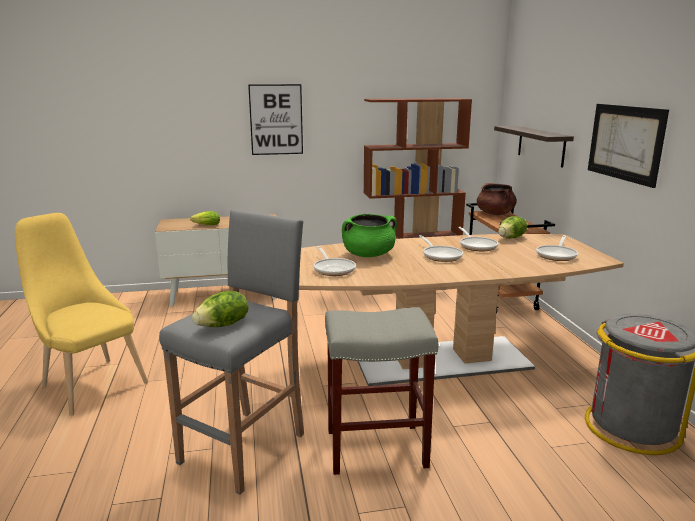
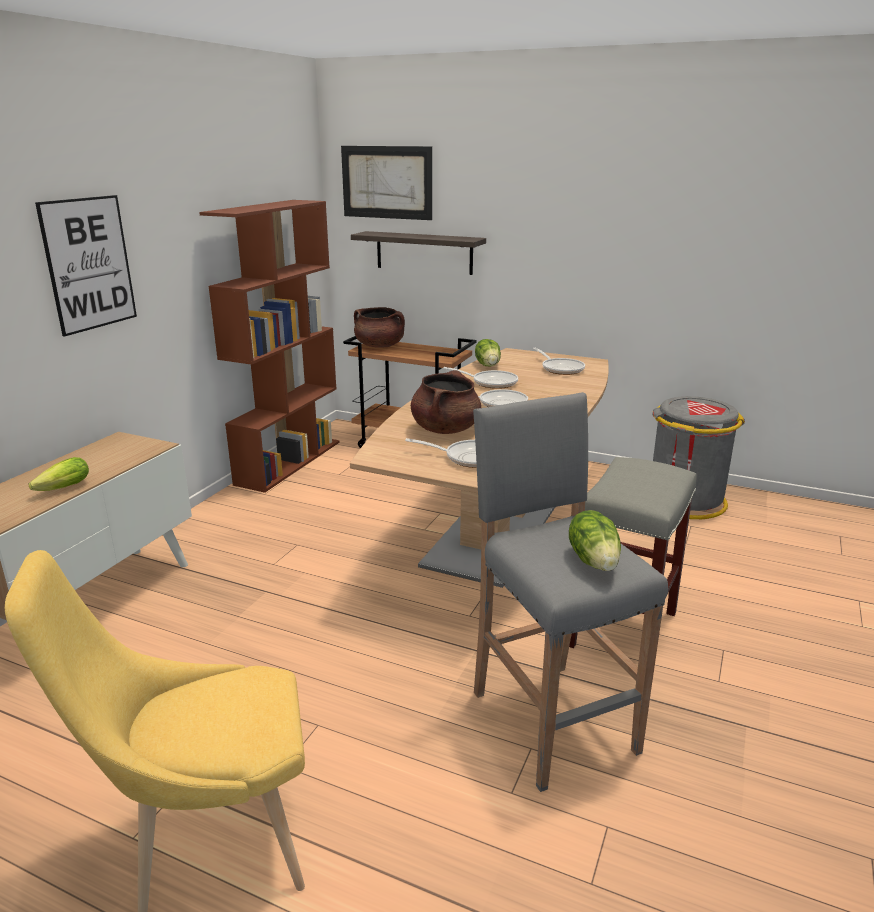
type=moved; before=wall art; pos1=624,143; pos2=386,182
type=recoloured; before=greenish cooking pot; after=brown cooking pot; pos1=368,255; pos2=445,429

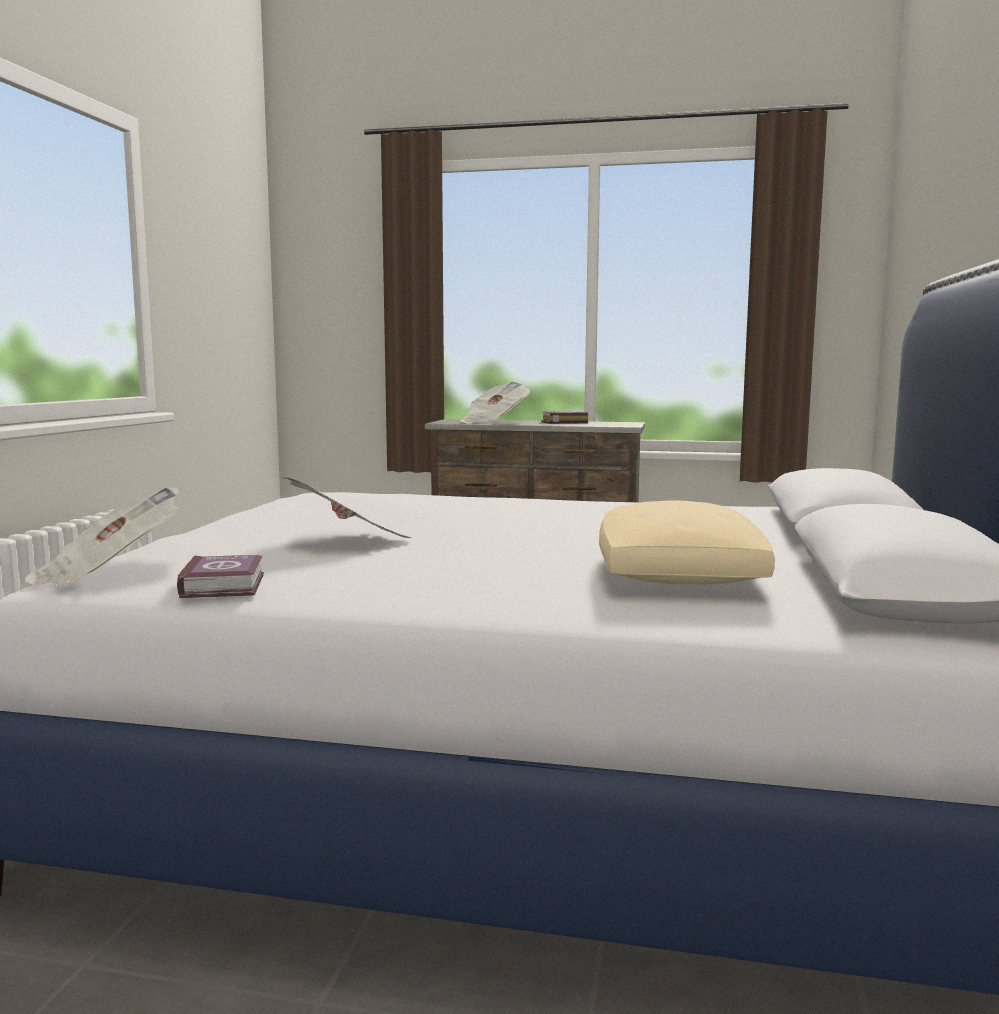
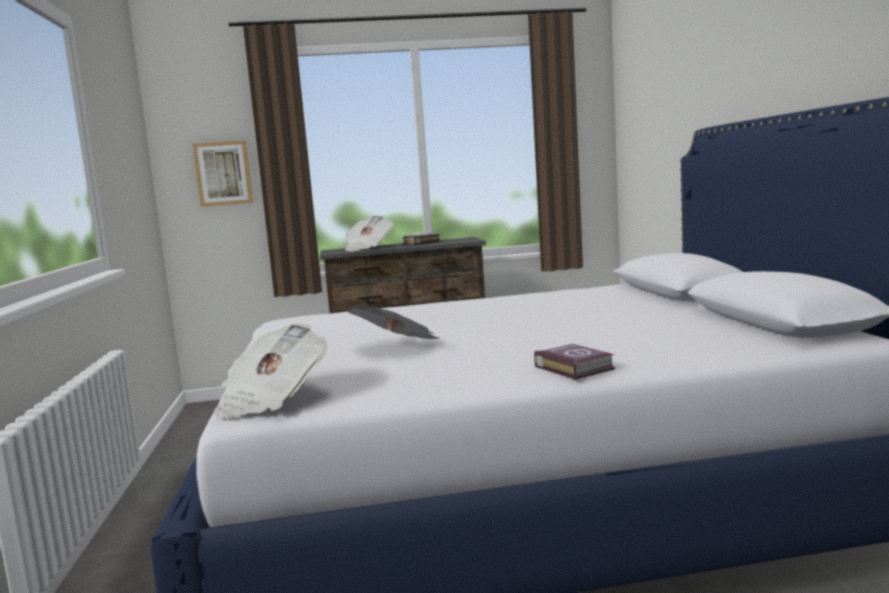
type=added; after=wall art; pos2=223,173
type=moved; before=bound book; pos1=225,585; pos2=574,367
type=removed; before=beige-coloured cushion; pos1=679,574

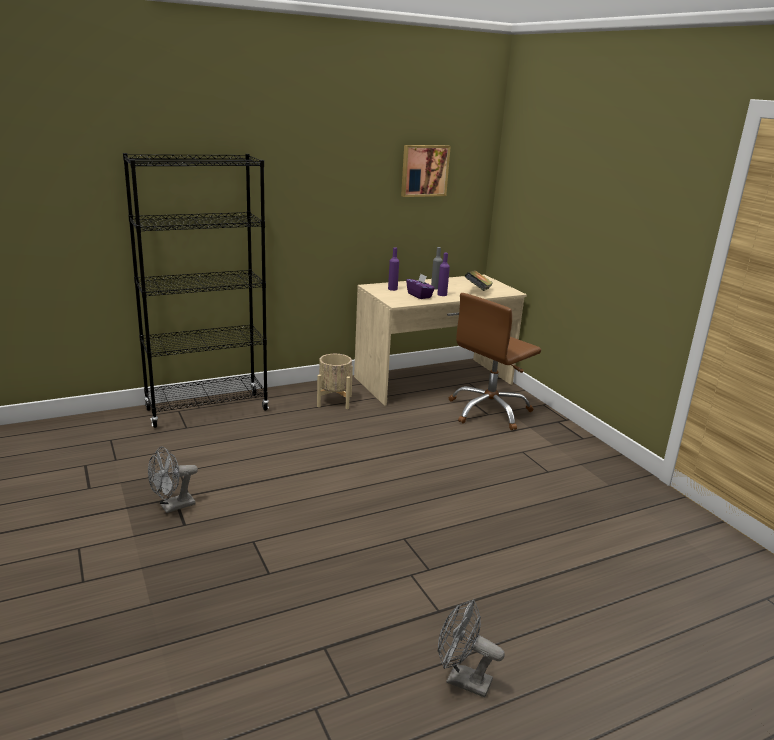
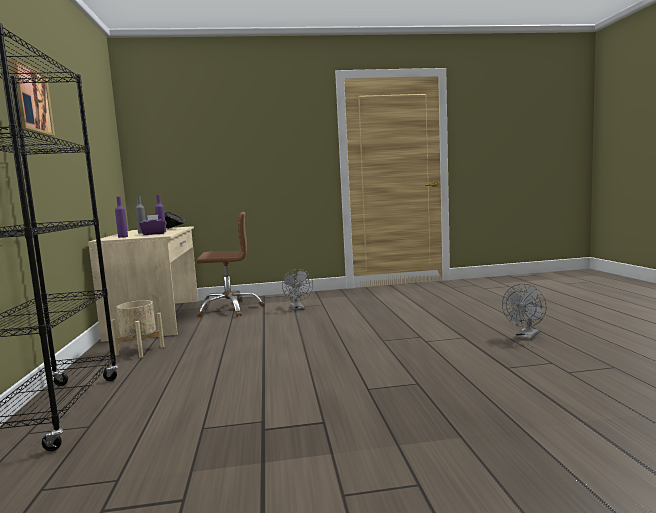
type=moved; before=wall art; pos1=424,170; pos2=28,100
type=turned; before=brown office chair; pos1=489,411; pos2=229,309; turn=-75
type=moved; before=greyish fan; pos1=172,507; pos2=298,308

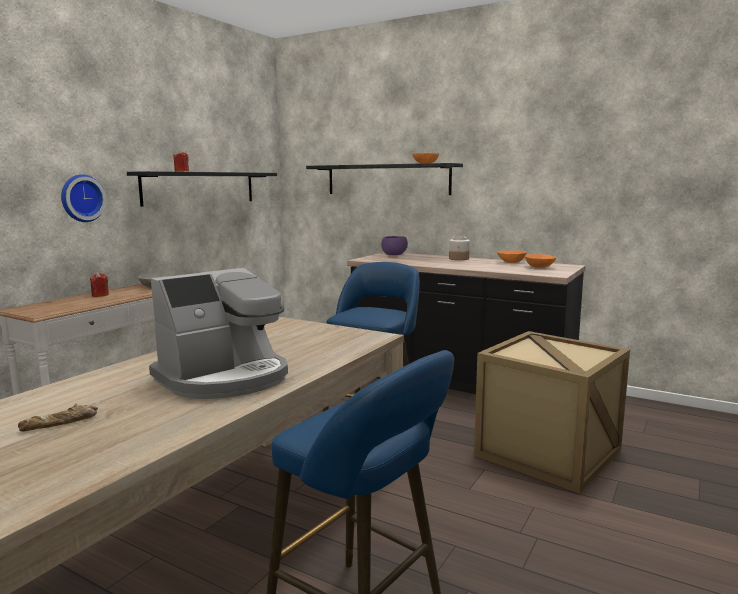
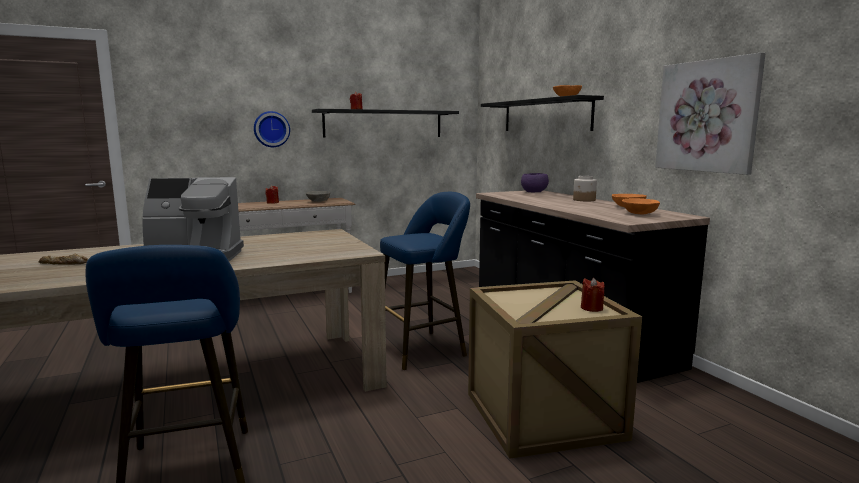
type=added; after=red-coloured wax candle; pos2=591,308
type=added; after=wall art; pos2=707,116

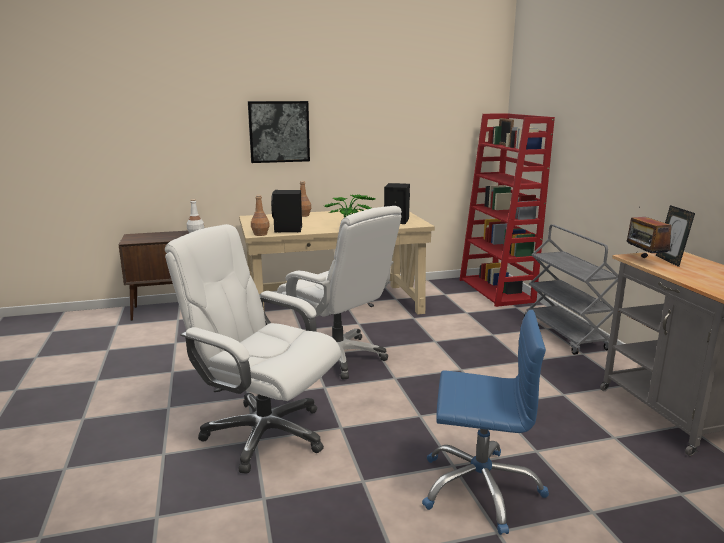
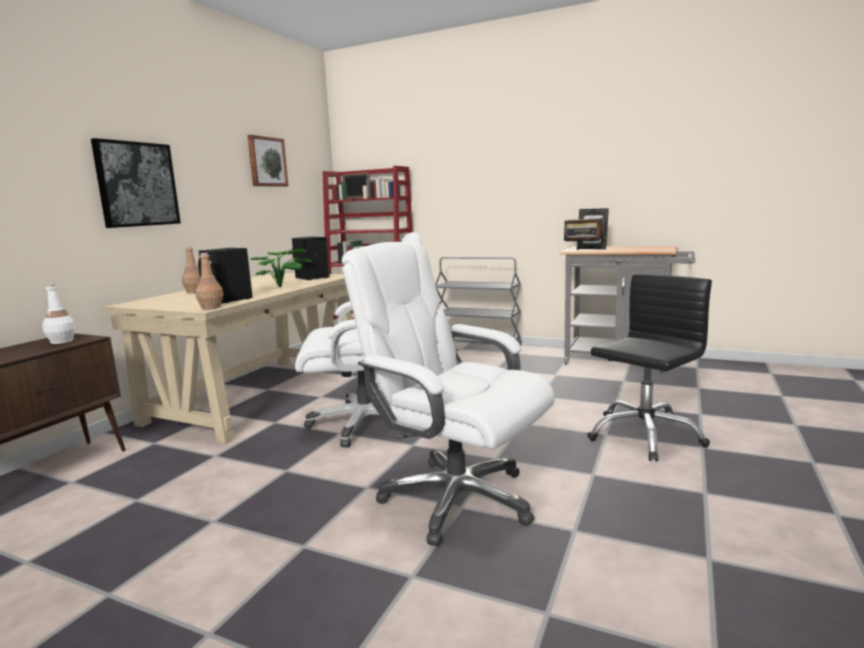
type=added; after=wall art; pos2=267,162
type=turned; before=white office chair; pos1=264,434; pos2=455,498; turn=60
type=recoloured; before=bluish office chair; after=black-coloured office chair; pos1=480,487; pos2=644,435

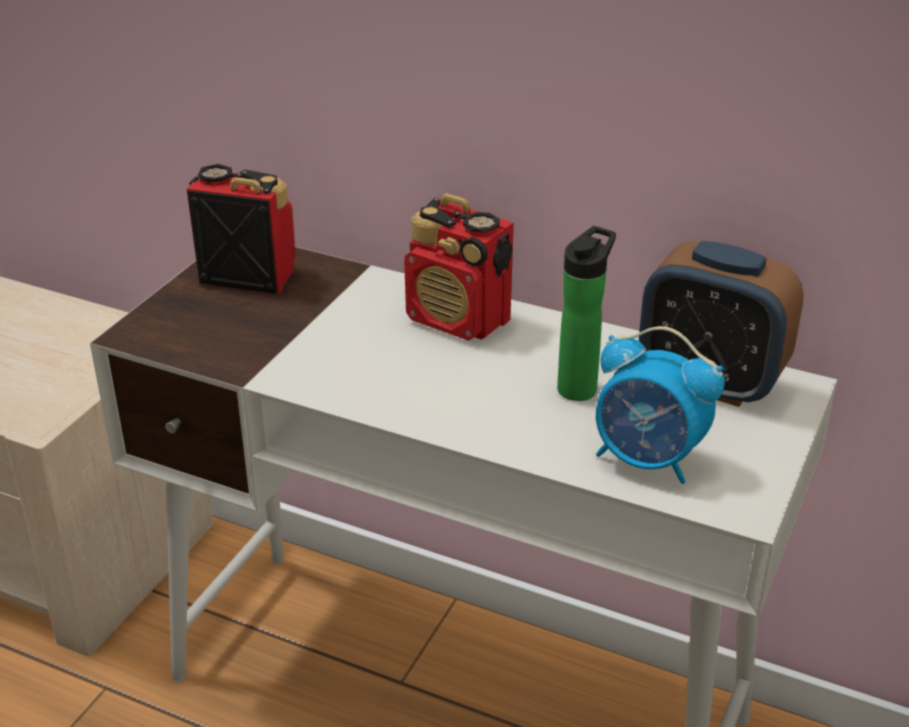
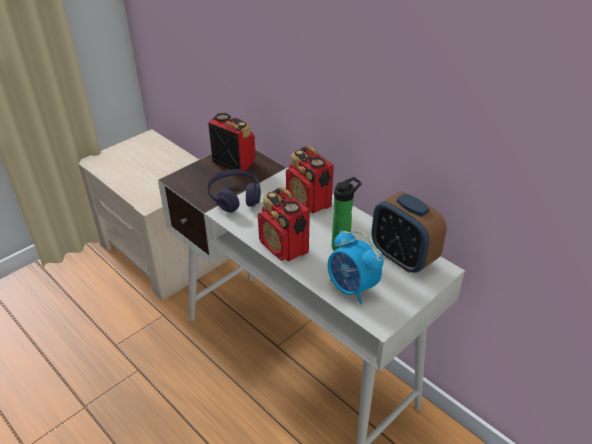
type=added; after=purple headphones; pos2=235,197
type=added; after=radio receiver; pos2=284,247

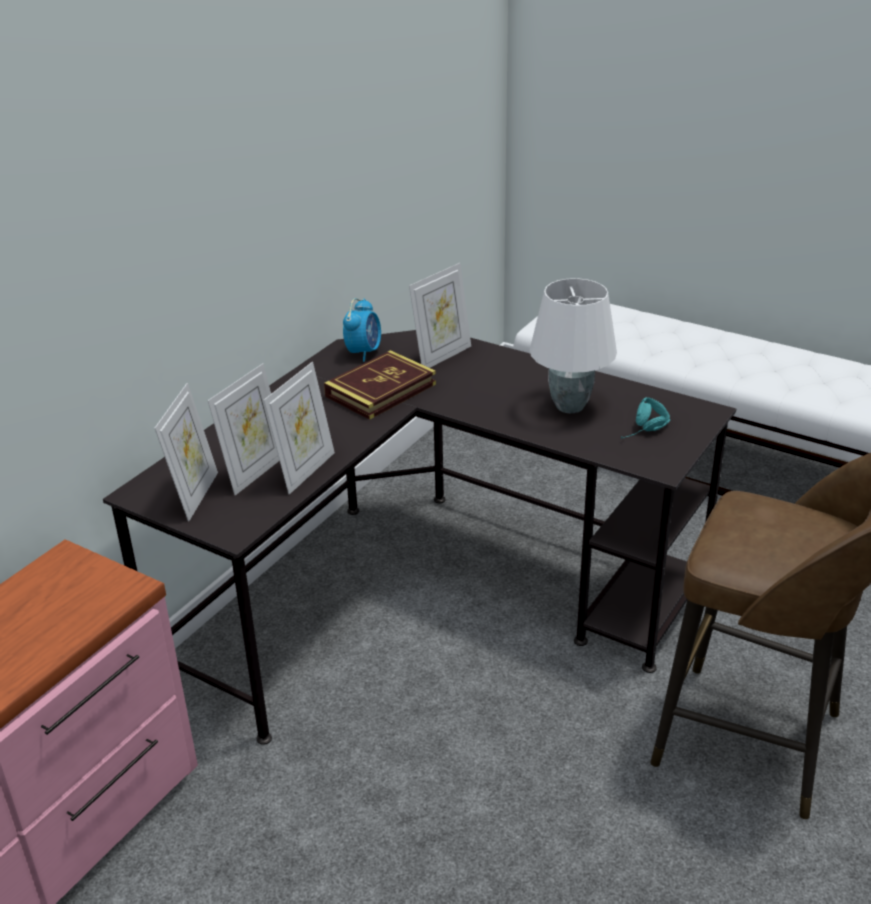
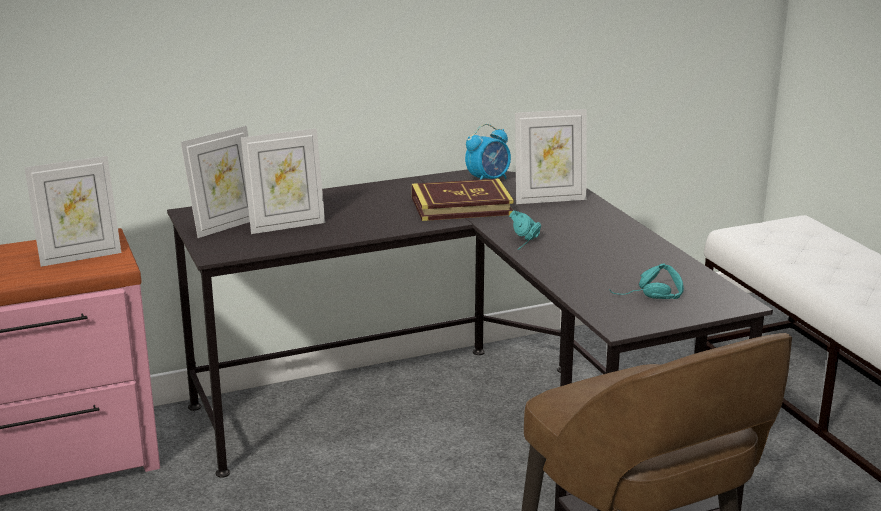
type=moved; before=standing frame; pos1=305,471; pos2=80,256
type=added; after=blue-green headphones; pos2=528,242
type=removed; before=white tabletop lamp; pos1=570,407

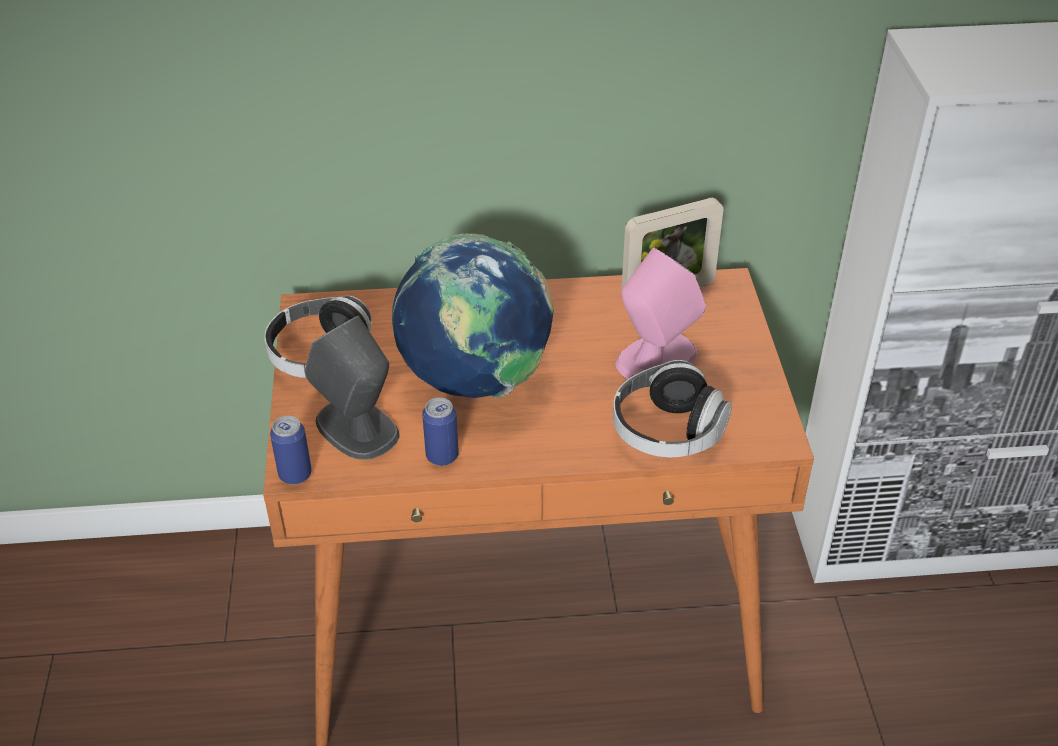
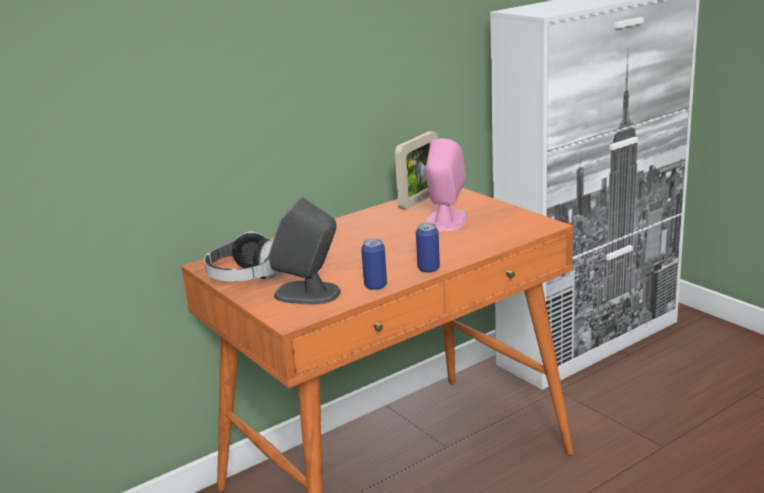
type=moved; before=can; pos1=295,474; pos2=428,269
type=removed; before=globe; pos1=476,380
type=removed; before=headphones; pos1=667,431

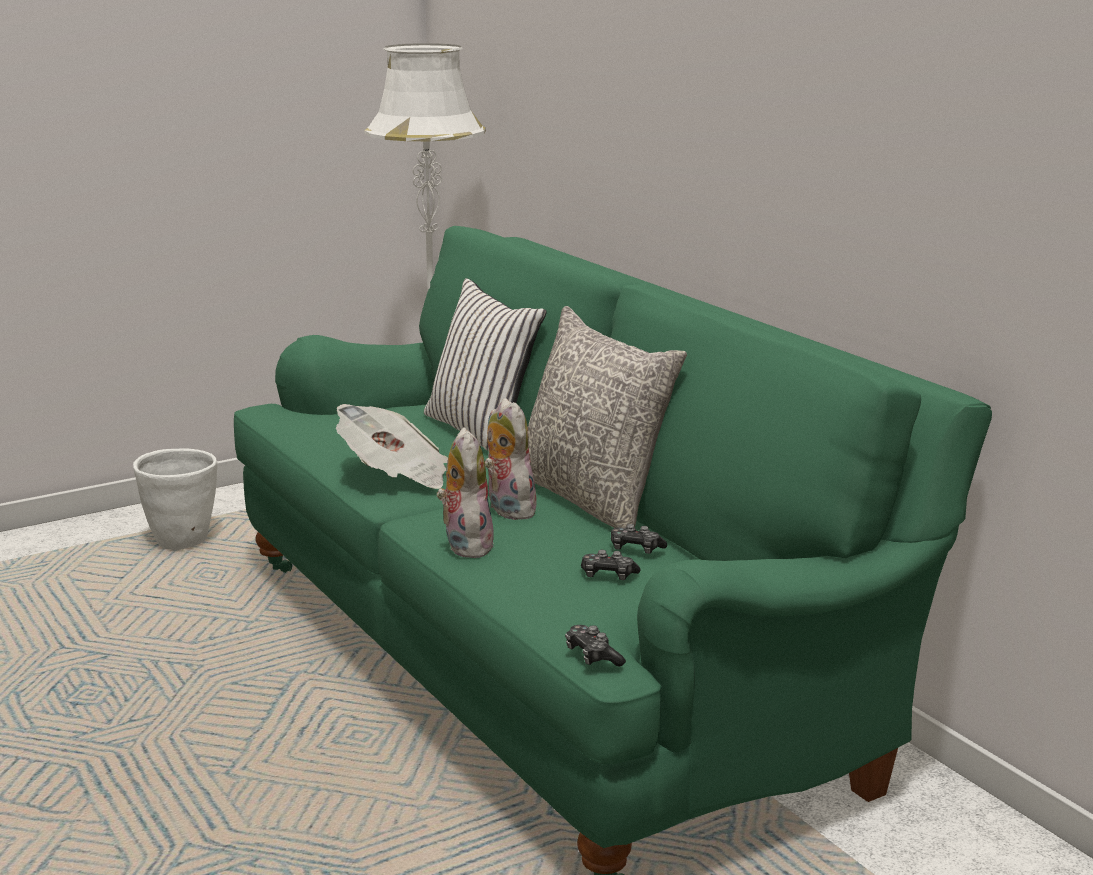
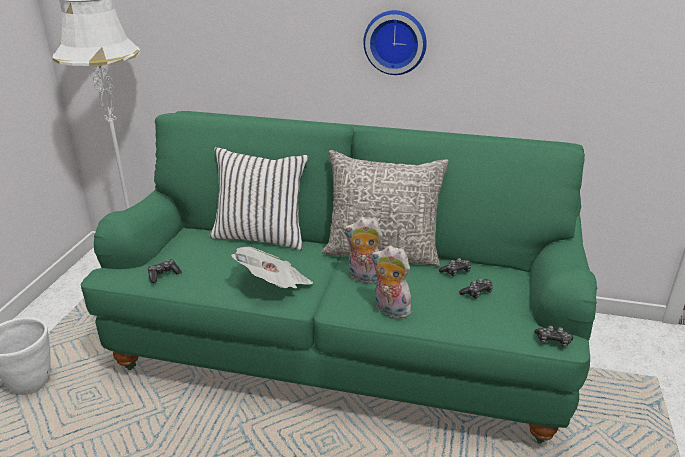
type=added; after=gamepad; pos2=163,274
type=added; after=clock on the wall; pos2=395,42

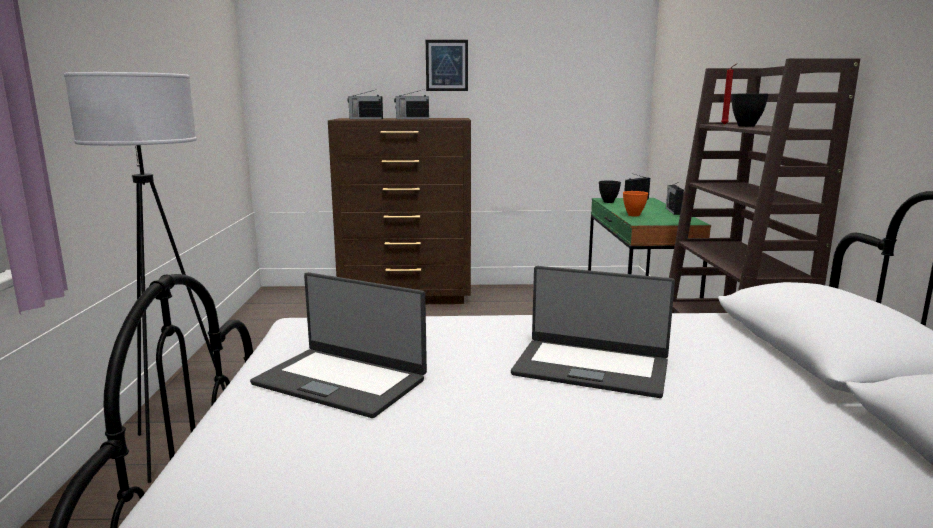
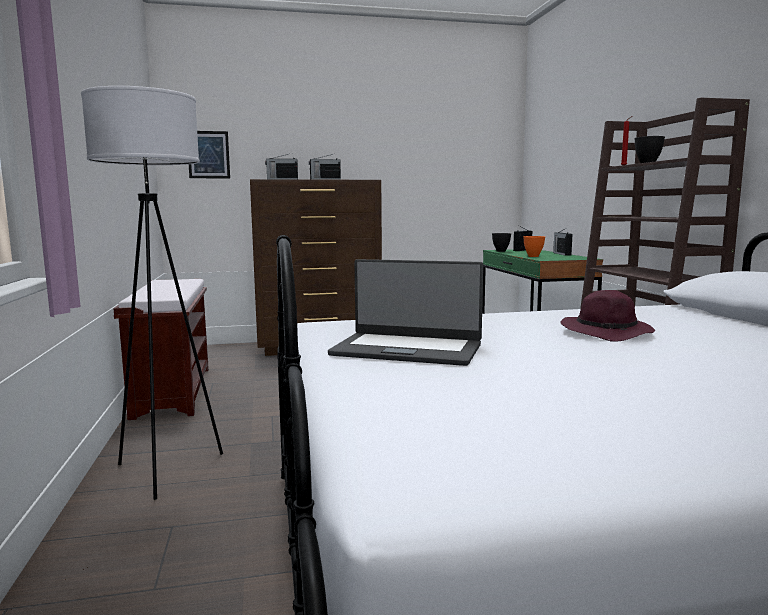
type=added; after=brown indoor bench; pos2=173,391
type=moved; before=wall art; pos1=447,65; pos2=208,154
type=replaced; before=notebook computer; after=purple hat; pos1=591,367; pos2=607,332

